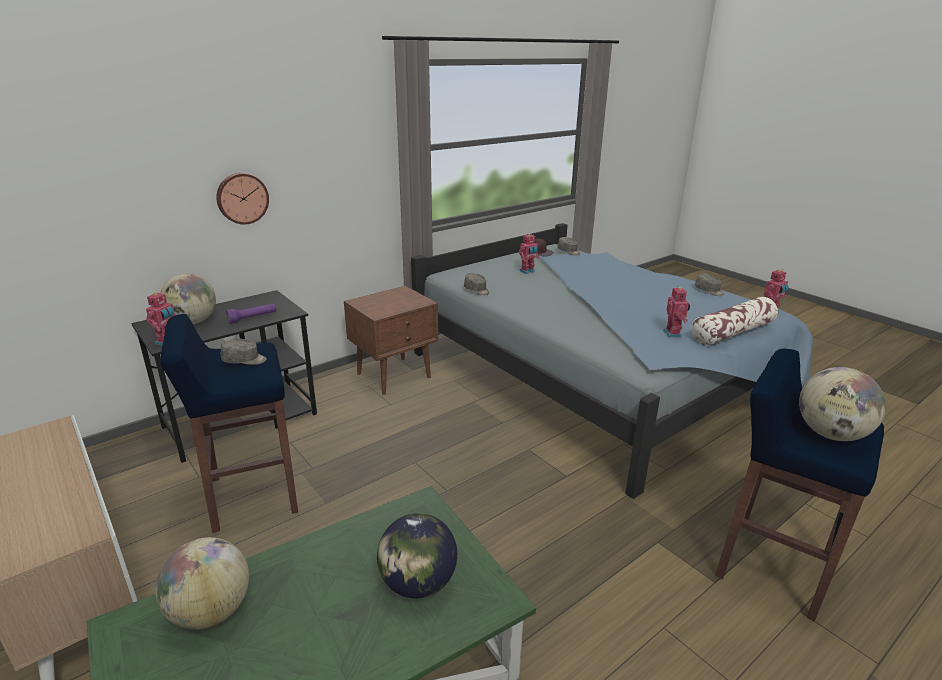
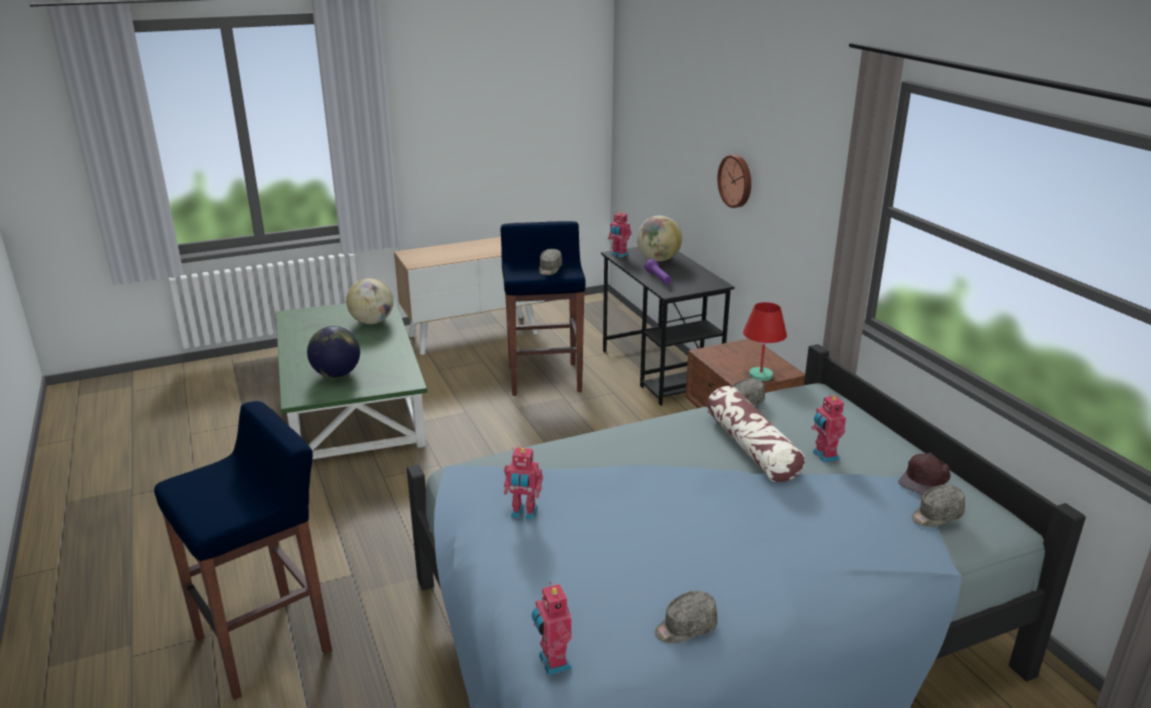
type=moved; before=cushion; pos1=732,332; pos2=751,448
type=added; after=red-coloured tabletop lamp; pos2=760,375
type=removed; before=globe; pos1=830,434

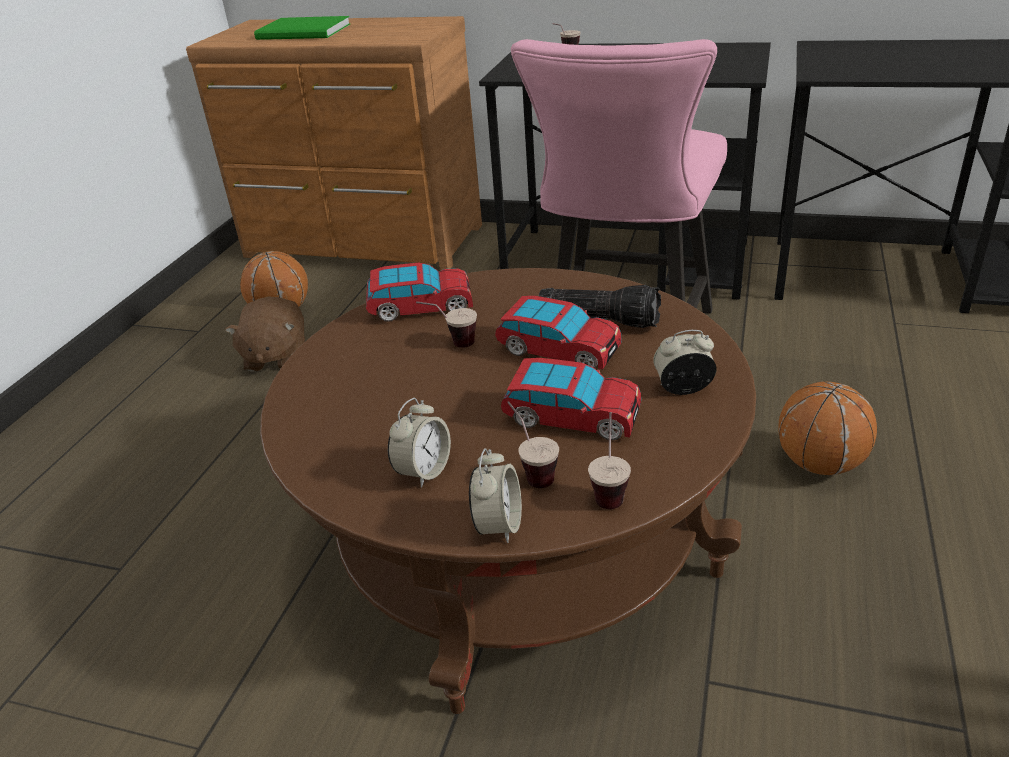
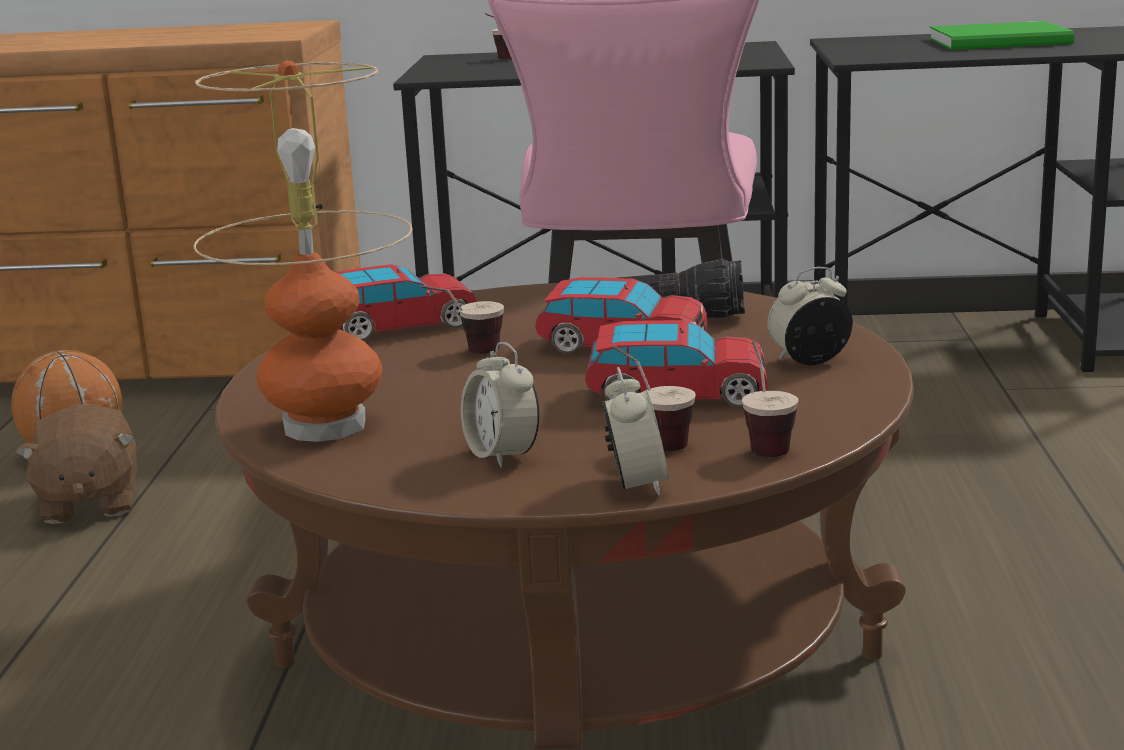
type=added; after=tabletop lamp; pos2=326,426
type=turned; before=table clock; pos1=423,471; pos2=502,455; turn=135
type=moved; before=greenish bound book; pos1=305,32; pos2=1004,41
type=removed; before=basketball; pos1=820,464

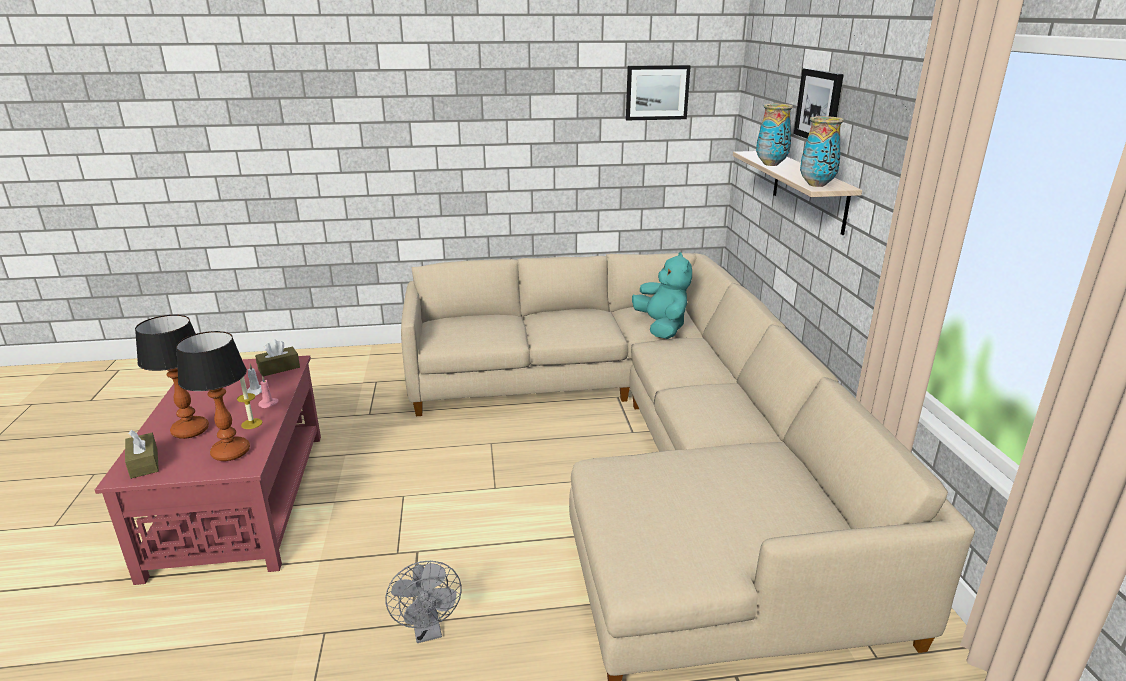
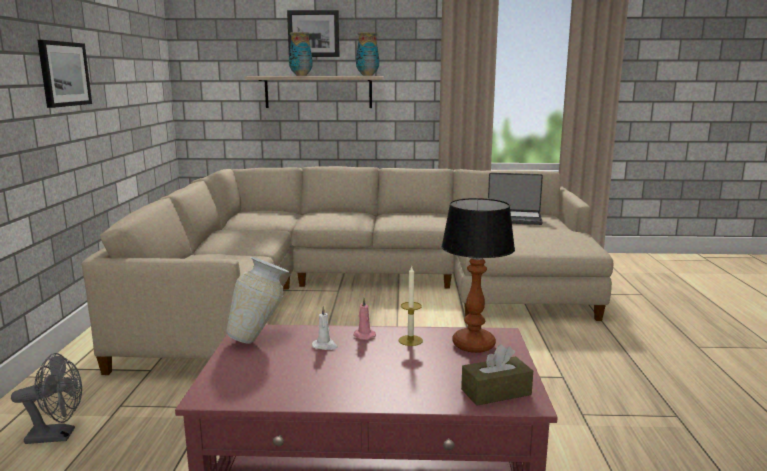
type=moved; before=greyish fan; pos1=428,631; pos2=58,435
type=moved; before=wall art; pos1=657,92; pos2=64,74
type=replaced; before=brown tissue holder; after=vase; pos1=279,368; pos2=261,338
type=added; after=notebook computer; pos2=513,218
type=removed; before=tabletop lamp; pos1=190,430
type=removed; before=blue-green plush toy; pos1=662,327

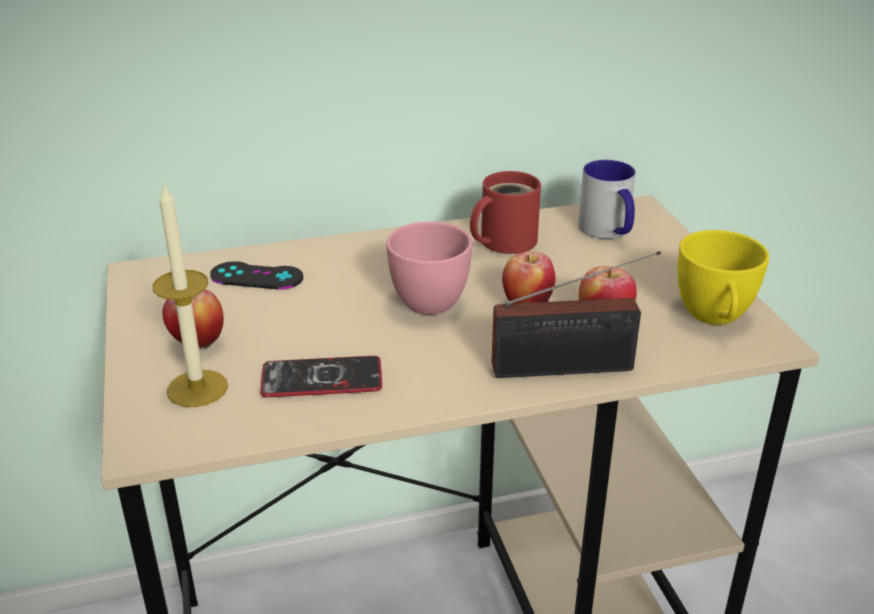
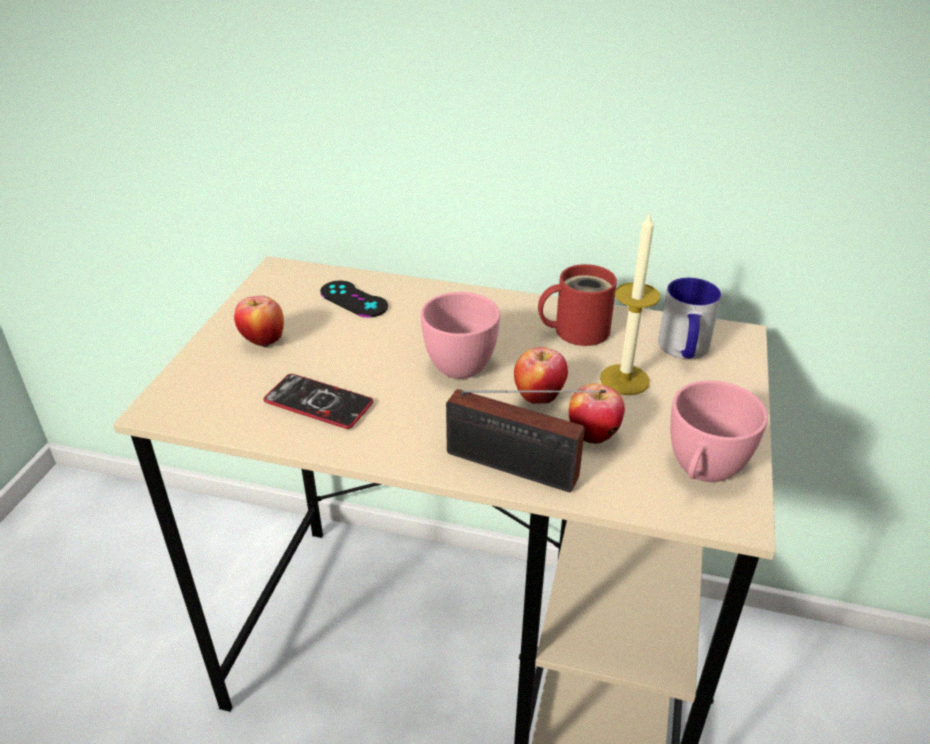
type=moved; before=wax candle; pos1=197,388; pos2=624,379
type=recoloured; before=yellow drinking cup; after=pink drinking cup; pos1=715,318; pos2=702,472

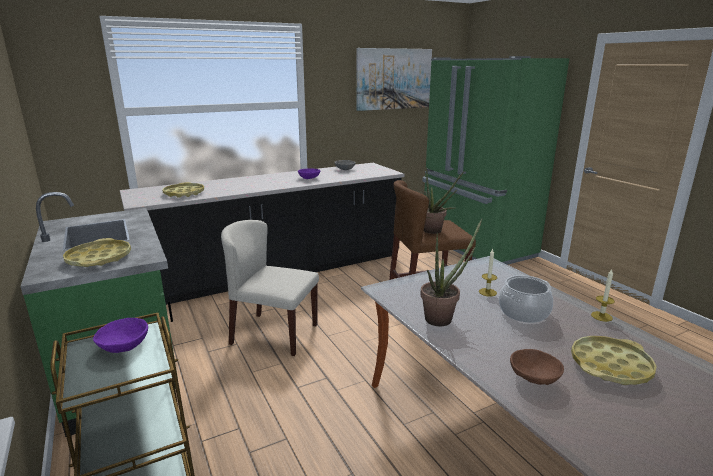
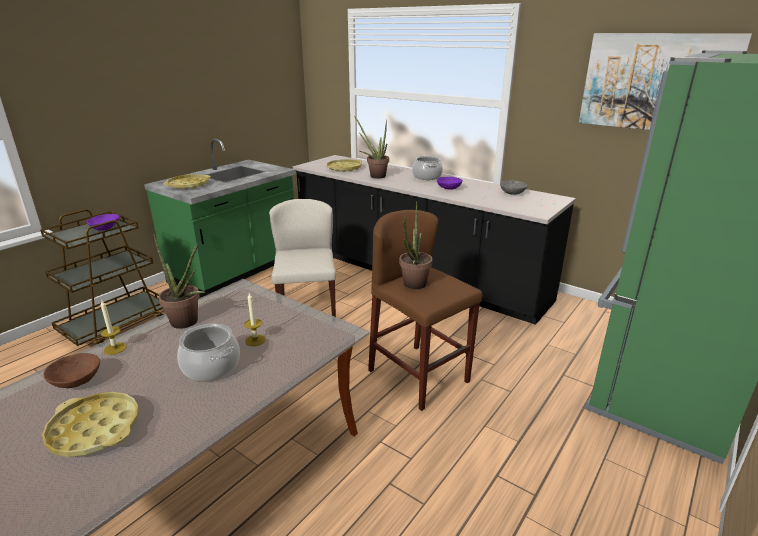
type=moved; before=wax candle; pos1=601,316; pos2=115,348
type=added; after=potted plant; pos2=375,176
type=added; after=cooking pot; pos2=427,177

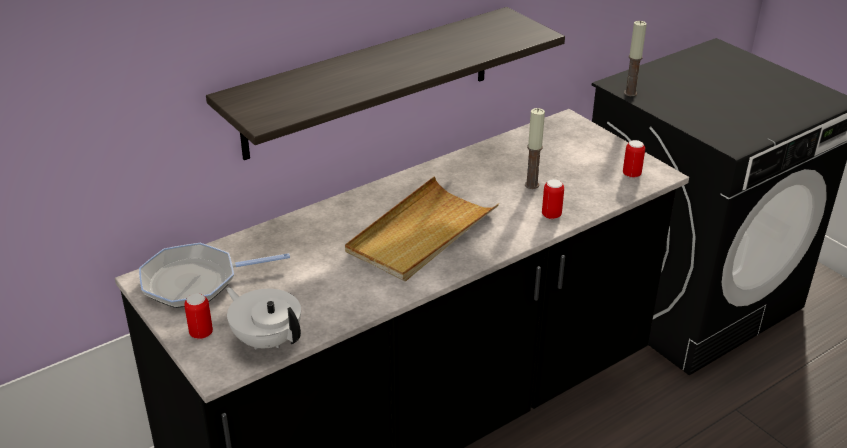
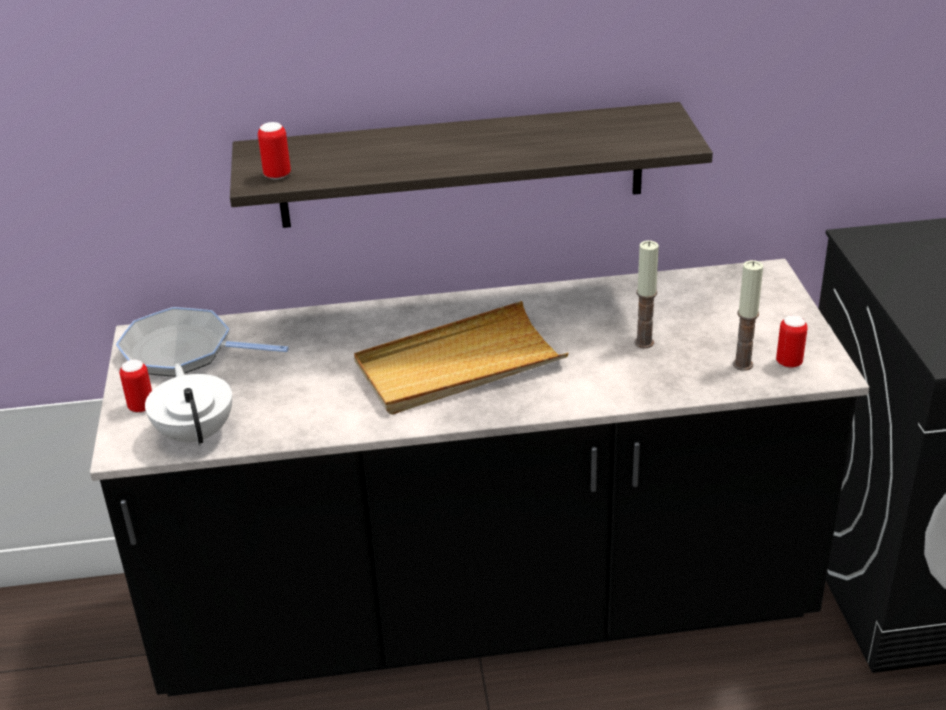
type=moved; before=can; pos1=551,215; pos2=277,175
type=moved; before=wax candle; pos1=630,93; pos2=742,364

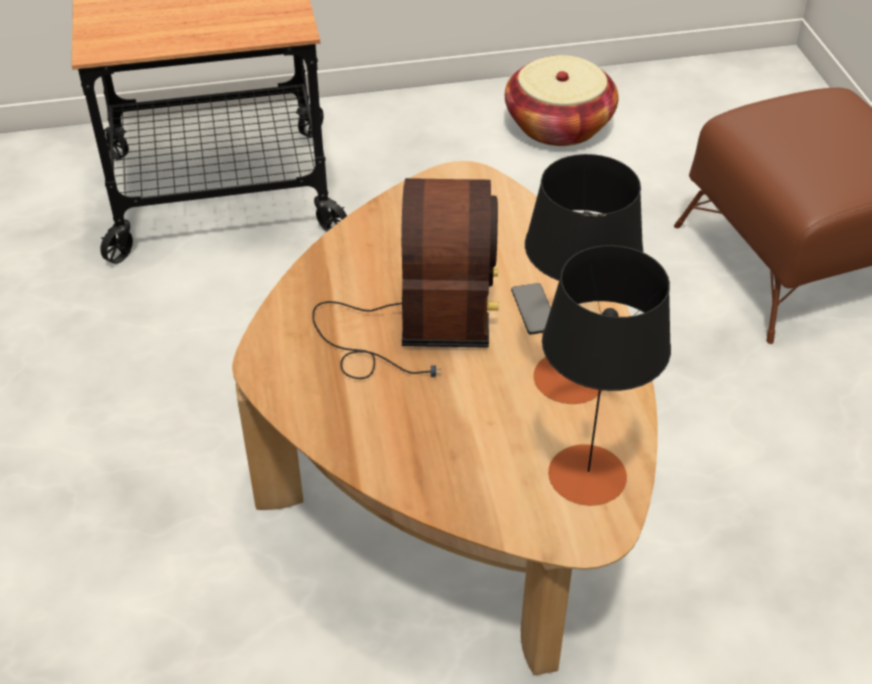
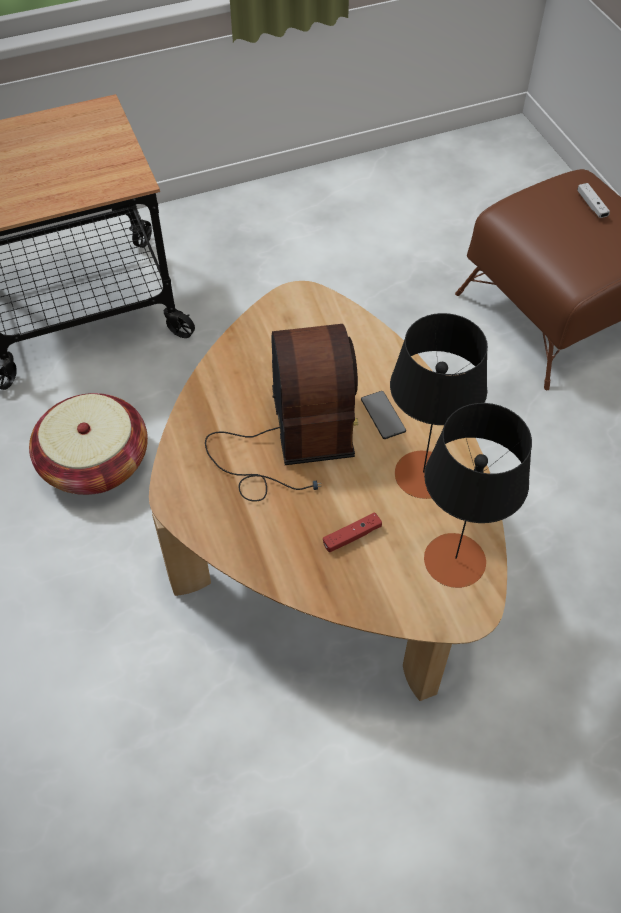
type=moved; before=basket; pos1=559,125; pos2=95,462
type=added; after=red-coloured gamepad; pos2=352,536
type=added; after=white gamepad; pos2=591,205

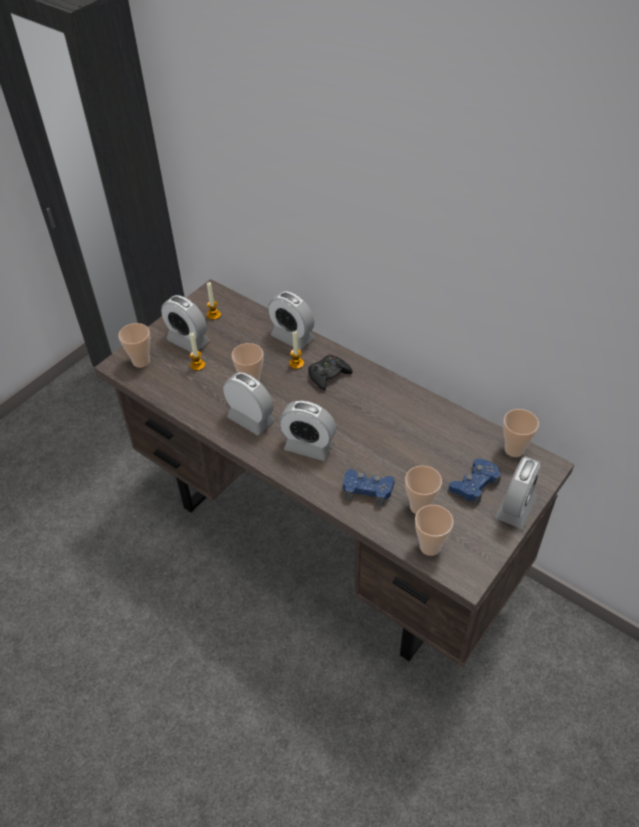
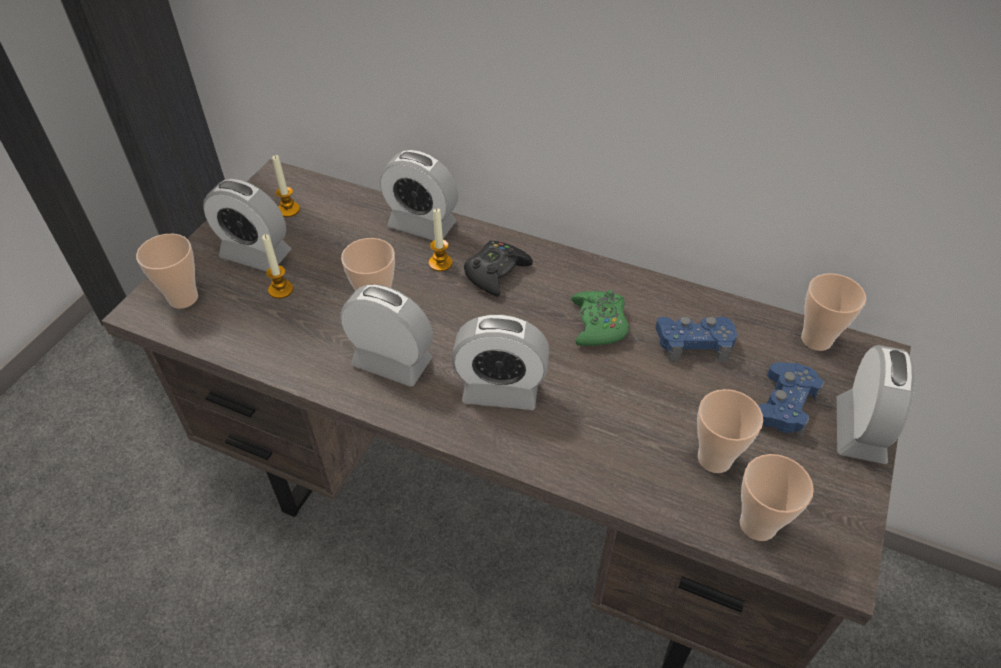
type=added; after=greenish gamepad; pos2=598,324
type=moved; before=bluish gamepad; pos1=367,490; pos2=694,342

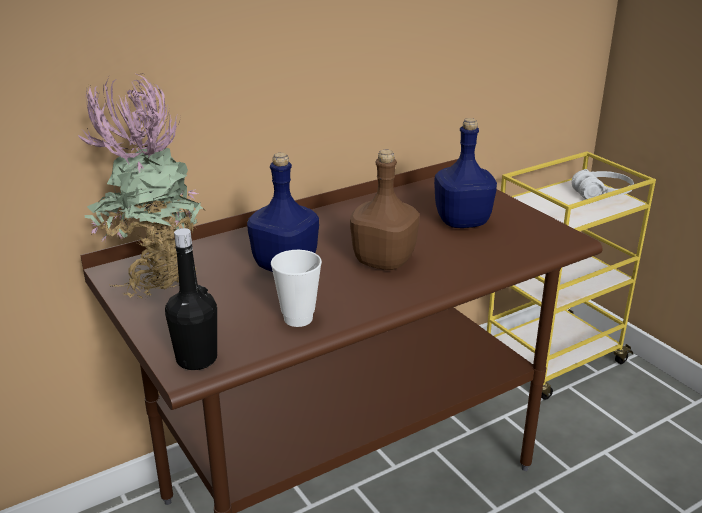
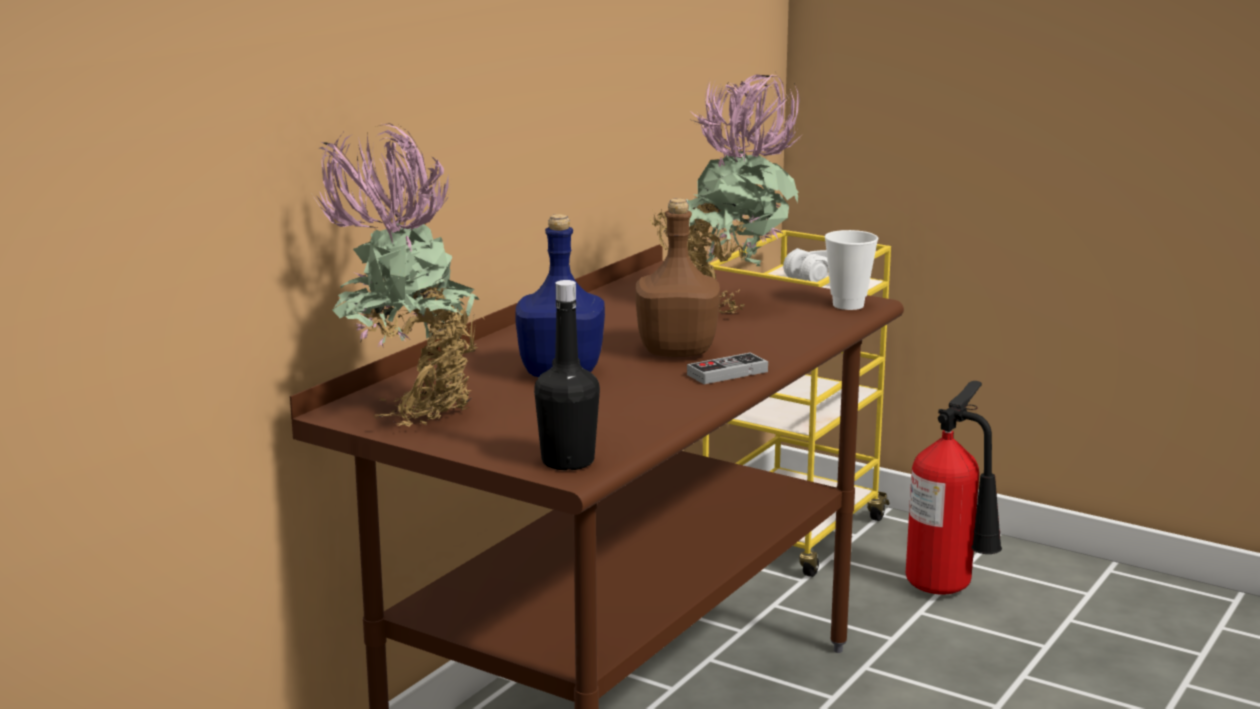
type=replaced; before=bluish bottle; after=potted plant; pos1=462,222; pos2=726,305
type=added; after=gamepad; pos2=727,373
type=moved; before=drinking cup; pos1=298,319; pos2=848,305
type=added; after=fire extinguisher; pos2=948,589

